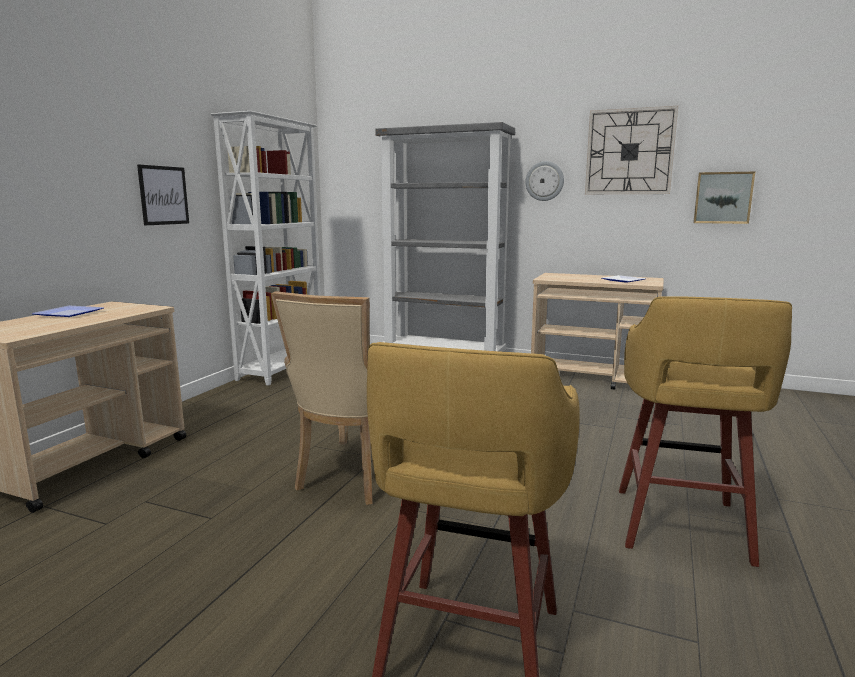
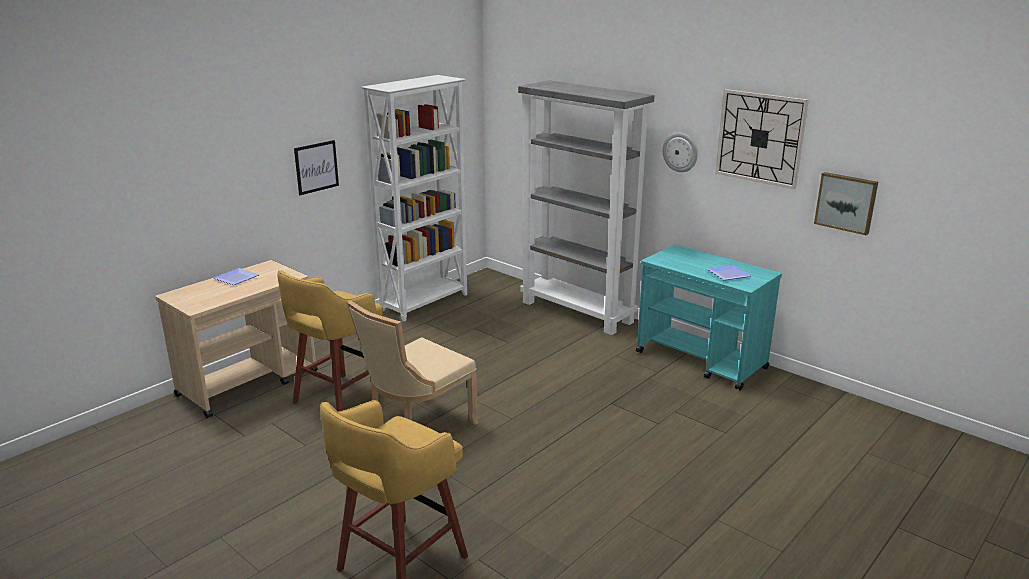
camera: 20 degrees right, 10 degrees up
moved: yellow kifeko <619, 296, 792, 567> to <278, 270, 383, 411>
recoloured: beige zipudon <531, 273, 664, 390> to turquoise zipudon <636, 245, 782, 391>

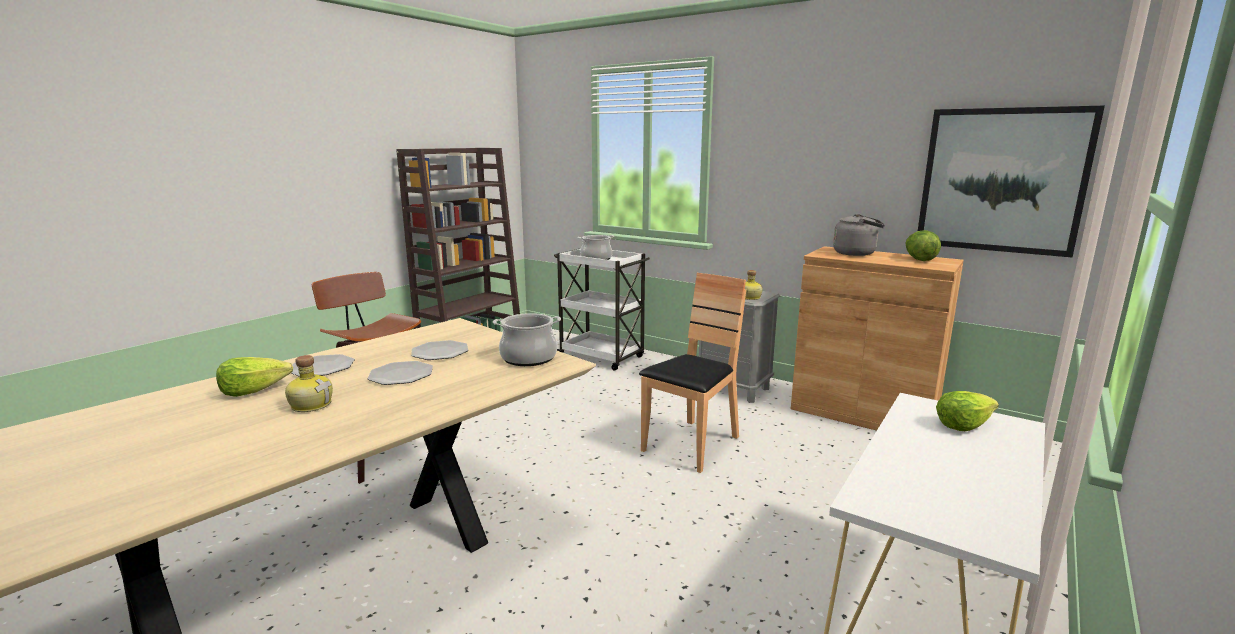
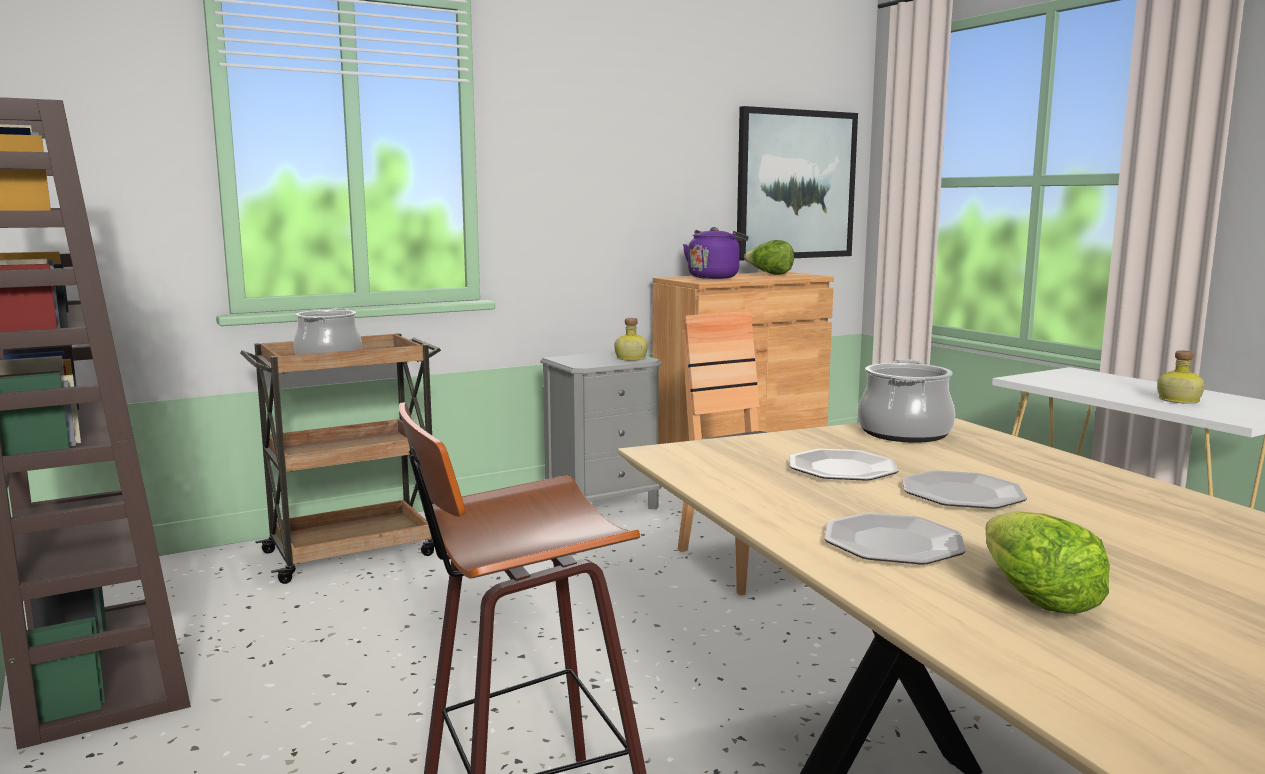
camera: 65 degrees left, 5 degrees down
removed: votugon <936, 391, 999, 431>
moved: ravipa <285, 355, 333, 412> to <1157, 350, 1205, 404>
recoloured: white zipudon <554, 249, 650, 371> to brown zipudon <240, 333, 441, 584>; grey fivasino <833, 214, 885, 256> to purple fivasino <683, 227, 749, 279>

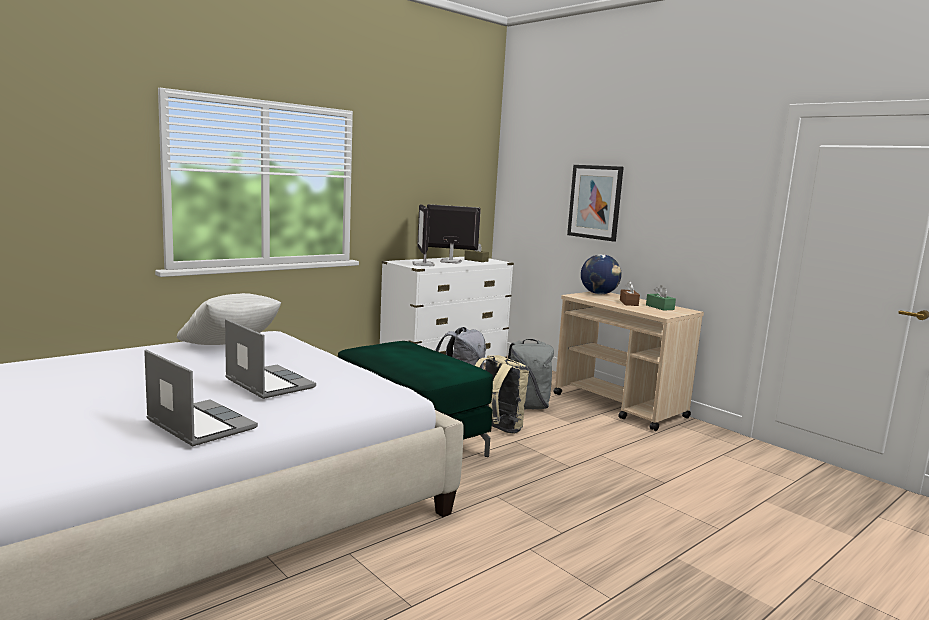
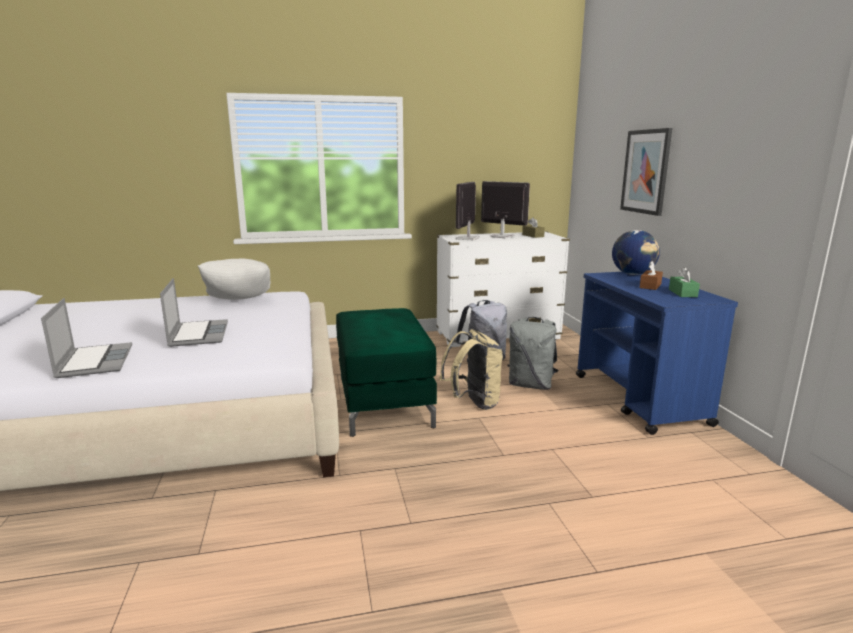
camera: 30 degrees right, 5 degrees up
recoloured: beige zipudon <553, 292, 704, 431> to blue zipudon <576, 272, 738, 435>

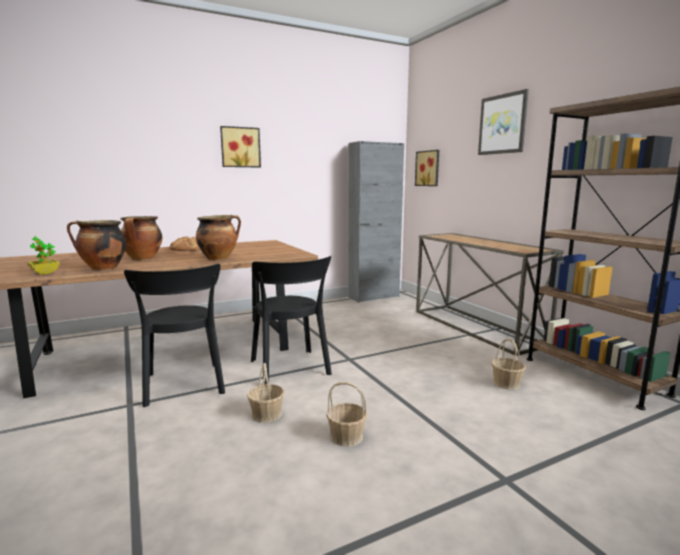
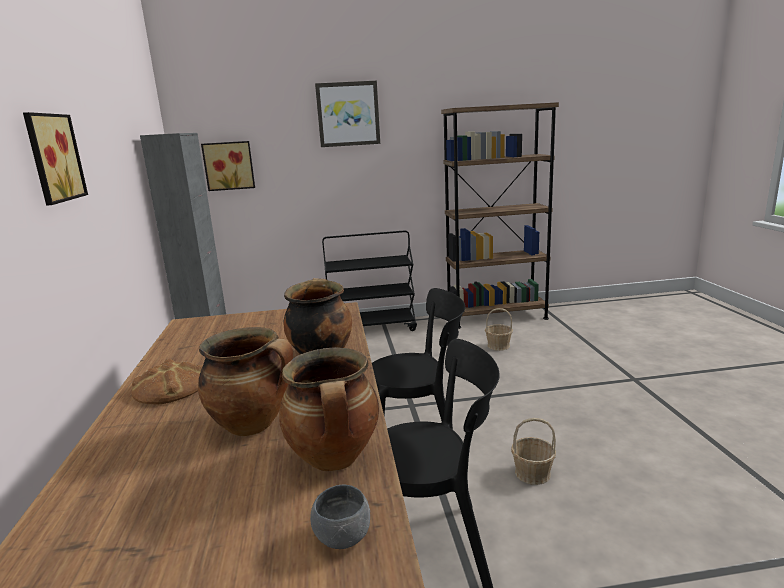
camera: 70 degrees left, 5 degrees up
removed: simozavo <326, 382, 367, 447>
replaced: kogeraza <27, 236, 60, 275> to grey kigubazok <310, 485, 370, 549>; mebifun <416, 233, 564, 356> to black zipudon <322, 230, 417, 331>

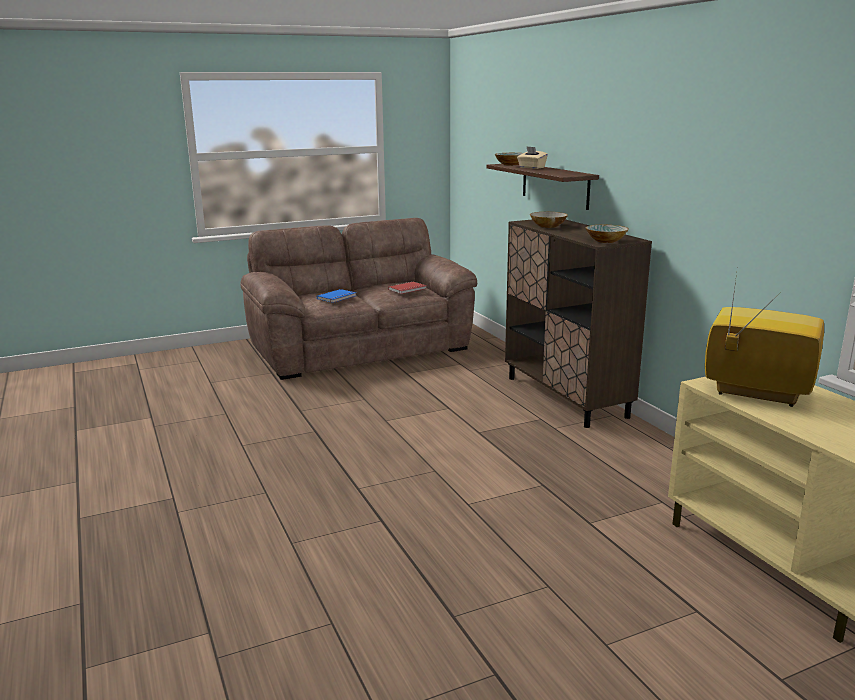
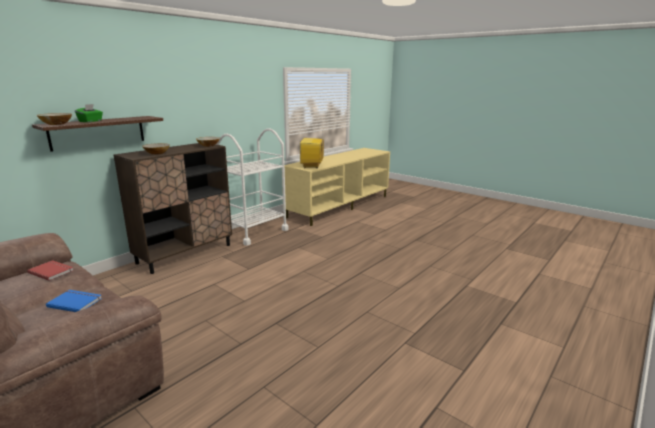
camera: 115 degrees left, 0 degrees up
added: white zipudon <216, 128, 289, 246>
recoloured: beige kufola <517, 146, 548, 169> to green kufola <75, 104, 103, 122>

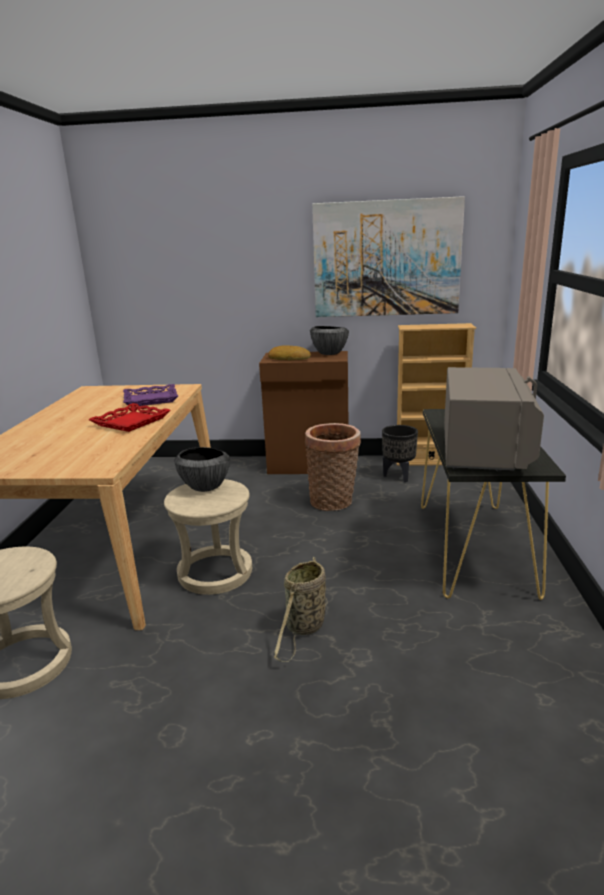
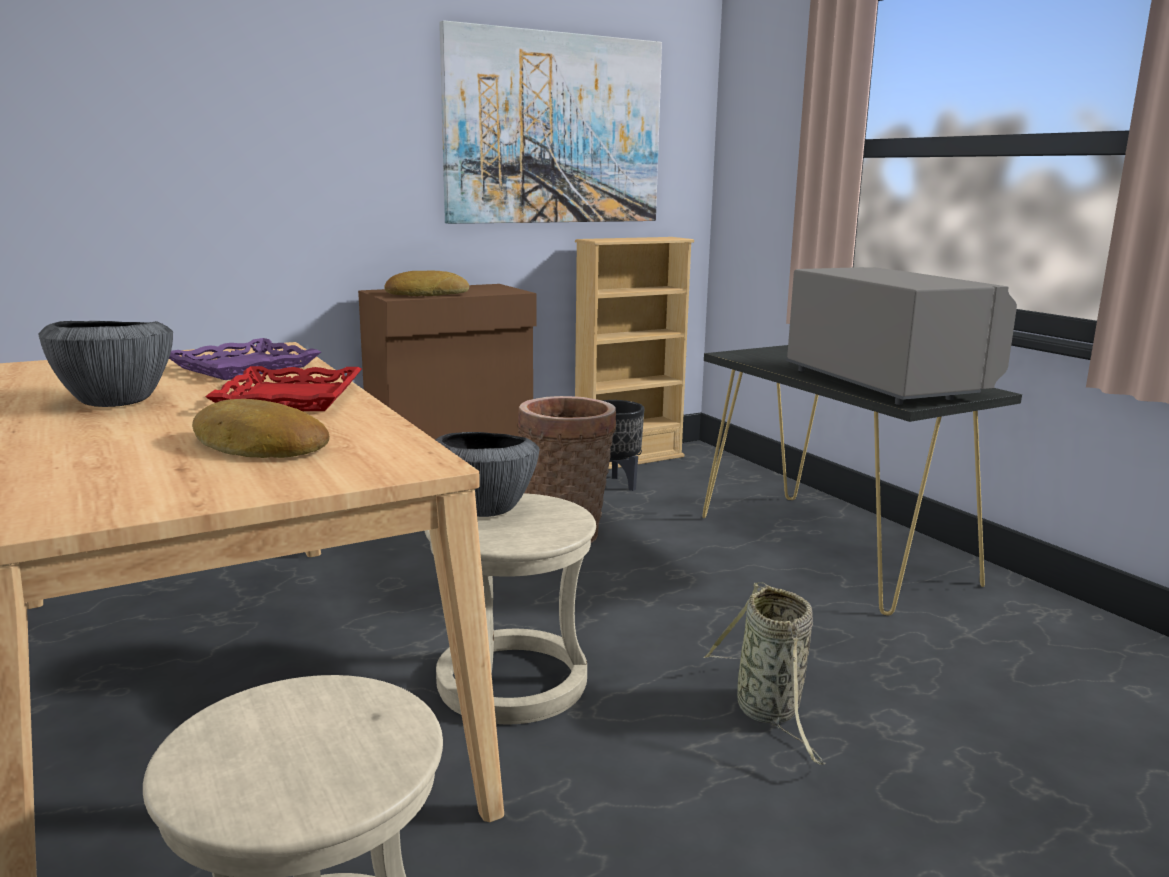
camera: 35 degrees left, 5 degrees down
added: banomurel <192, 399, 330, 458>
moved: kigubazok <310, 326, 349, 355> to <38, 321, 173, 407>

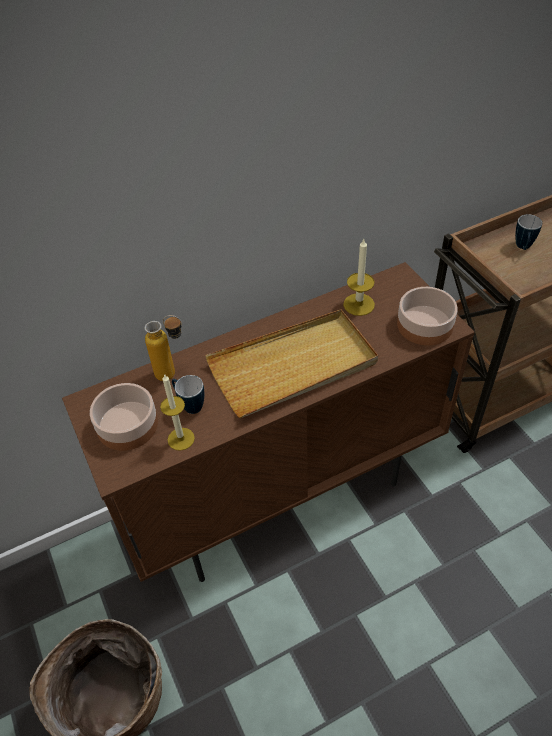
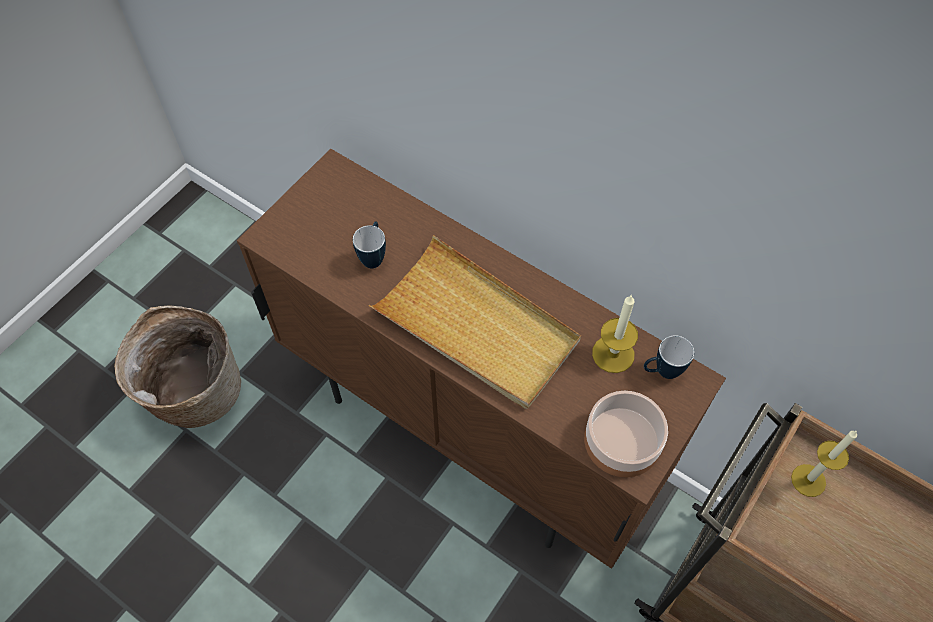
camera: 60 degrees right, 10 degrees up
removed: kigubazok <90, 383, 158, 451>; ravipa <145, 315, 182, 381>
moved: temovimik <160, 374, 195, 451> to <791, 431, 857, 497>; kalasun <515, 214, 542, 250> to <644, 335, 694, 379>

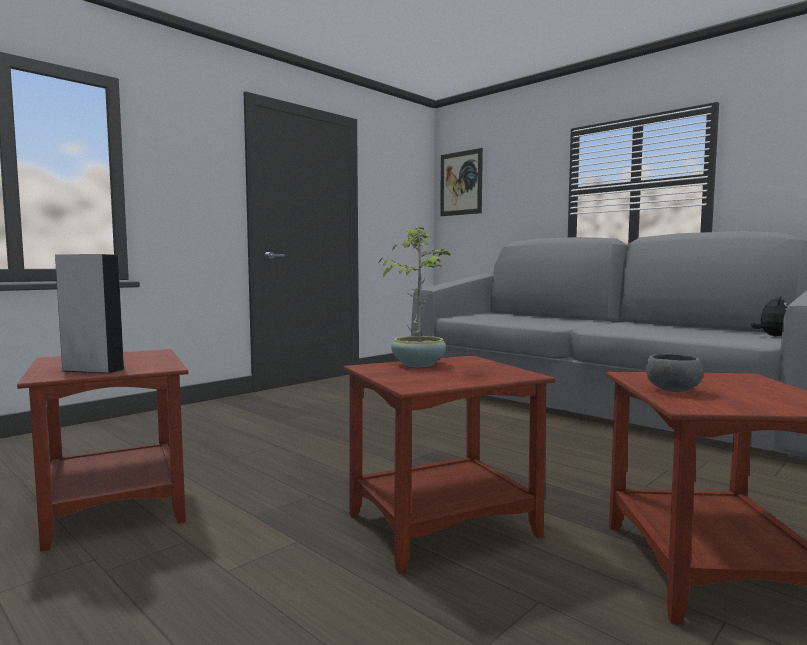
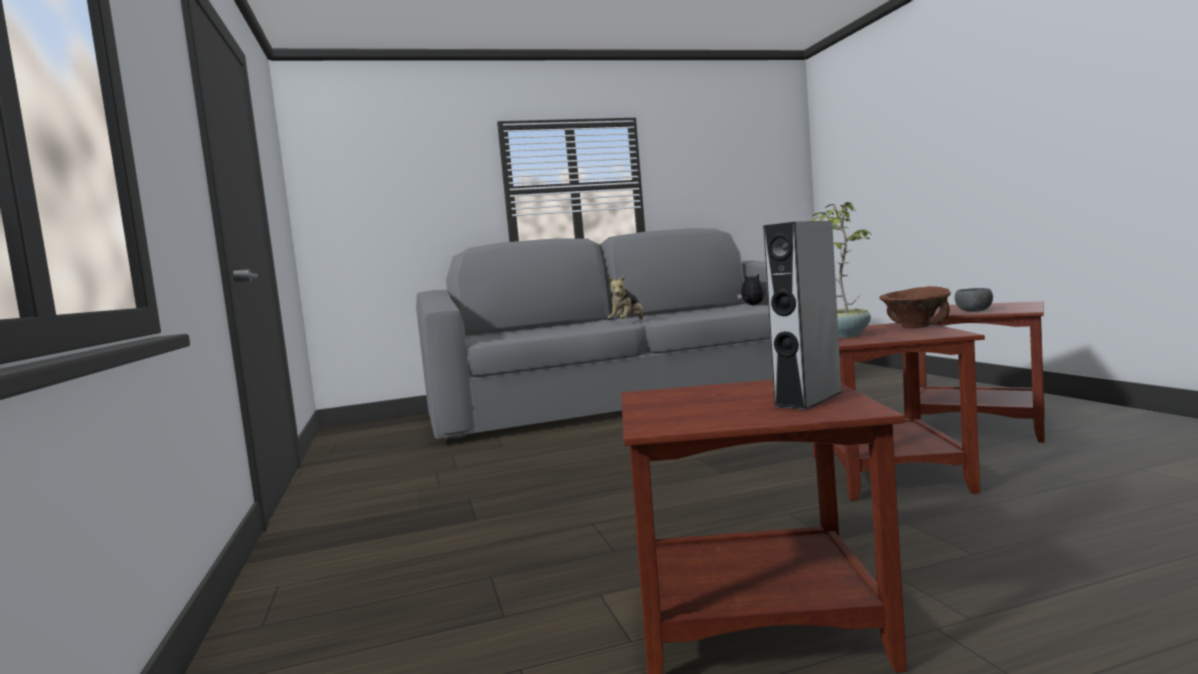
camera: 60 degrees left, 0 degrees up
removed: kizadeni <440, 148, 483, 216>
added: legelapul <608, 275, 643, 319>; brown kigubazok <879, 286, 951, 328>

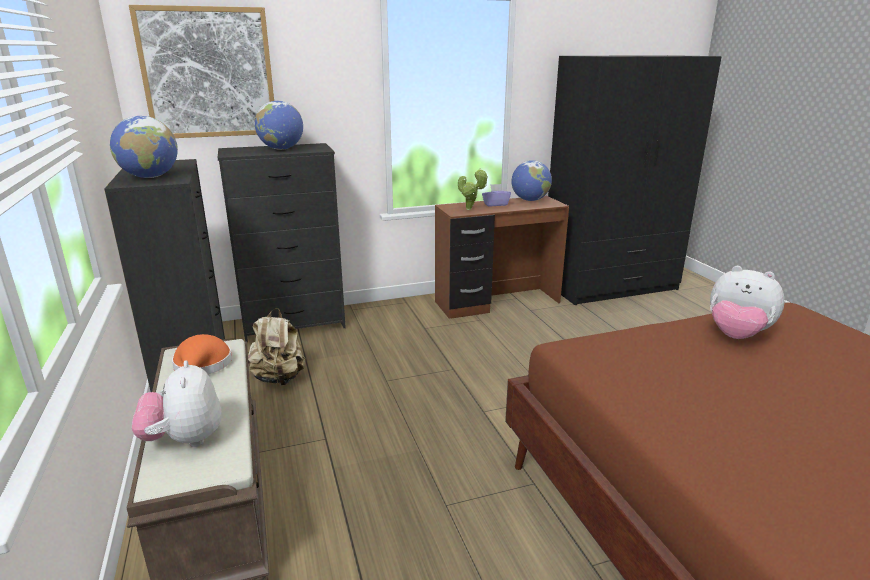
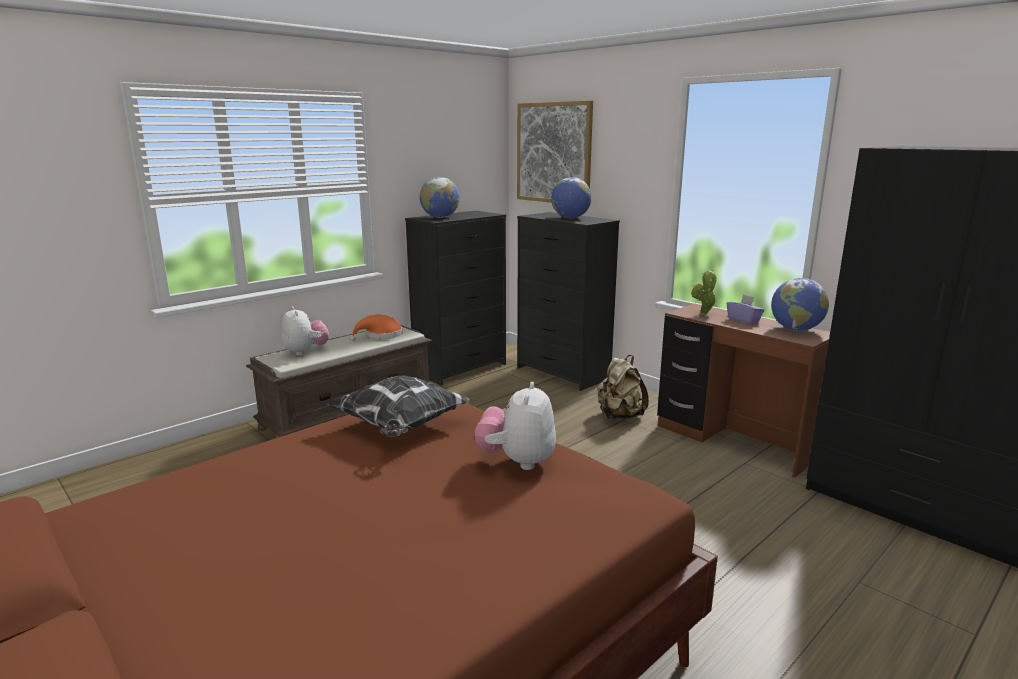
camera: 65 degrees right, 5 degrees down
added: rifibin <327, 375, 471, 437>
moved: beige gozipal <248, 308, 305, 386> to <597, 355, 649, 420>
turned: legelapul <132, 360, 222, 447> = <281, 306, 329, 356> 105 degrees clockwise

